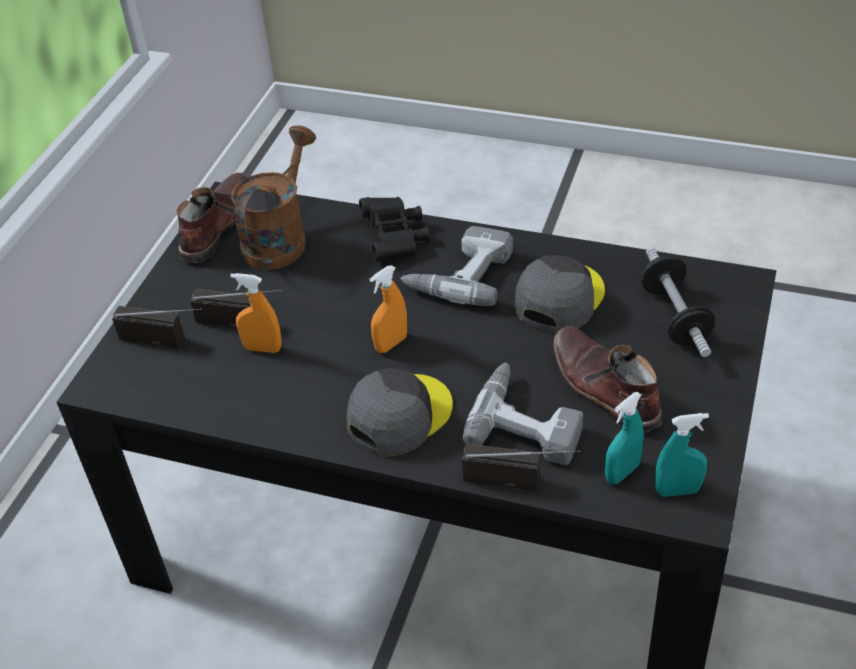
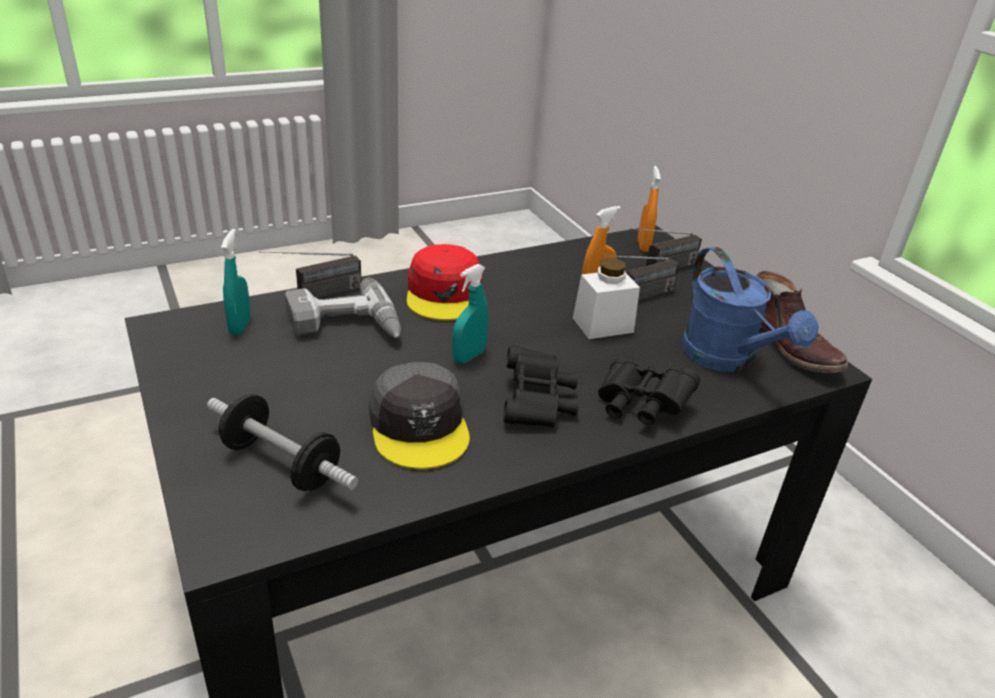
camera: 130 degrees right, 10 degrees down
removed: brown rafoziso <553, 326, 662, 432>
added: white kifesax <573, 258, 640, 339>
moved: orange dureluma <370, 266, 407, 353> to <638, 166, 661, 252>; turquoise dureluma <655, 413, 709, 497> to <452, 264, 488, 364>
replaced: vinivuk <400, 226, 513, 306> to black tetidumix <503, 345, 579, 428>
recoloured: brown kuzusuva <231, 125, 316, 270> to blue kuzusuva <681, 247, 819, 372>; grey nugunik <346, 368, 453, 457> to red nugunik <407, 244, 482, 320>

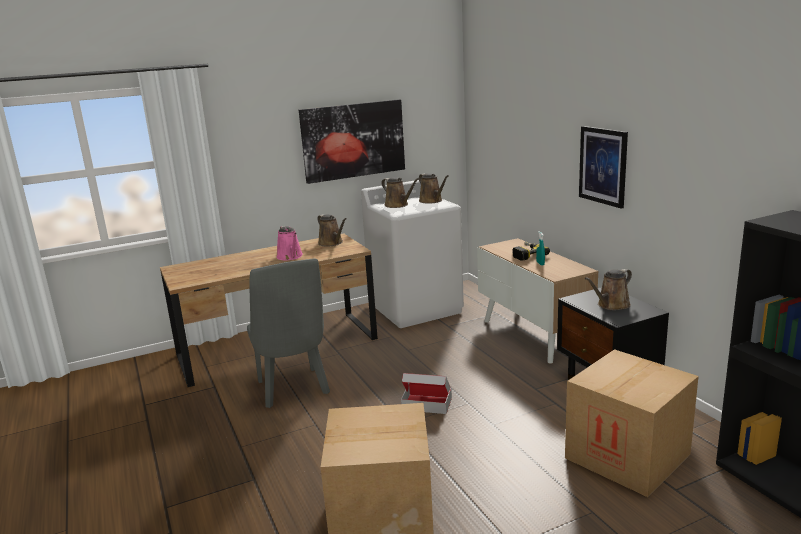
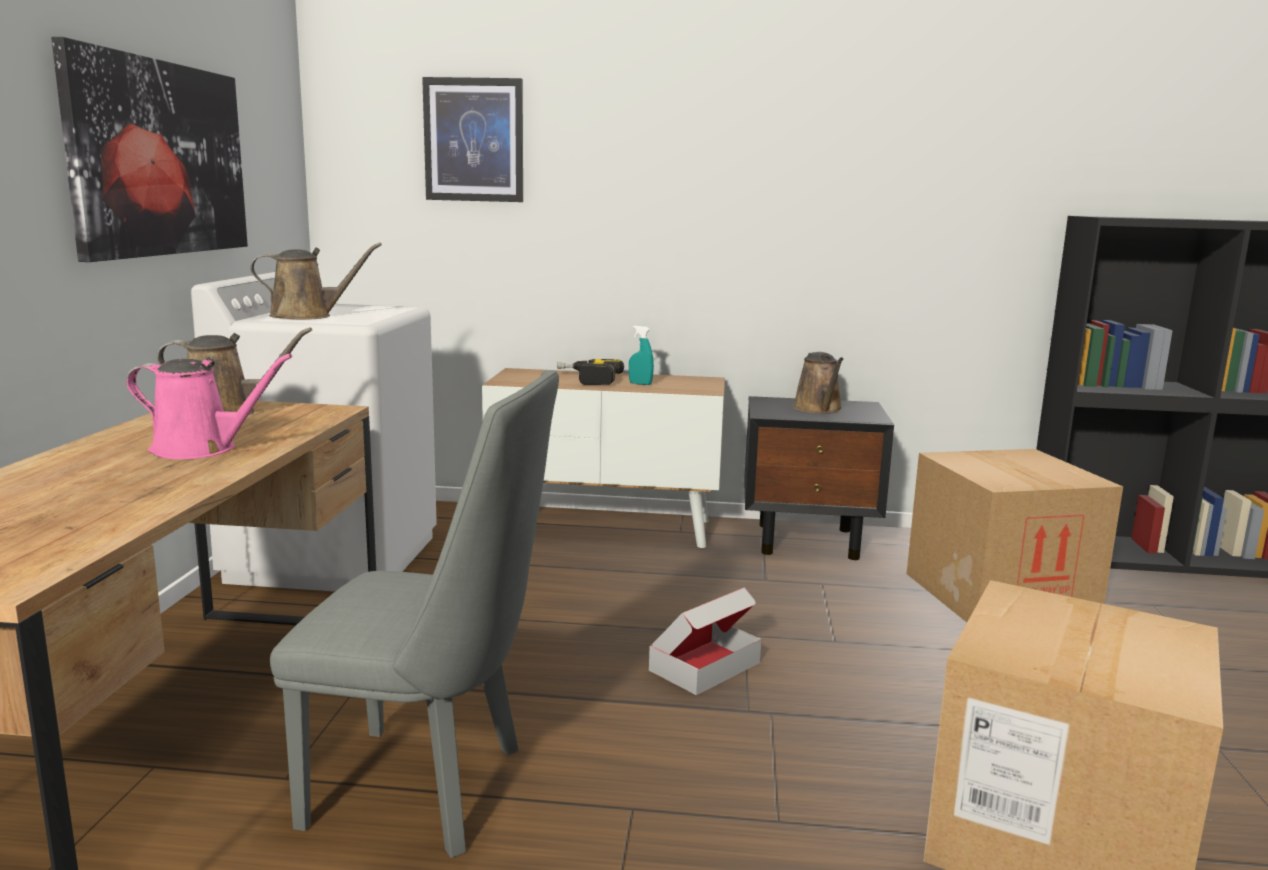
camera: 60 degrees left, 5 degrees down
removed: brown kuzusuva <419, 173, 449, 204>
moved: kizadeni <579, 126, 628, 209> to <422, 77, 523, 202>

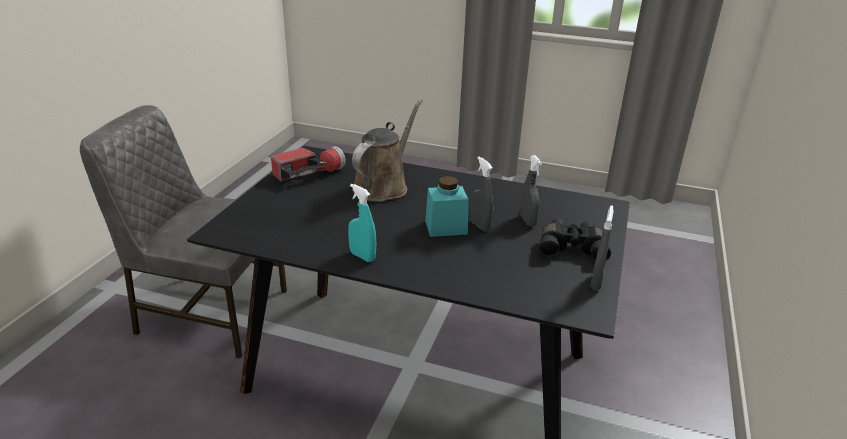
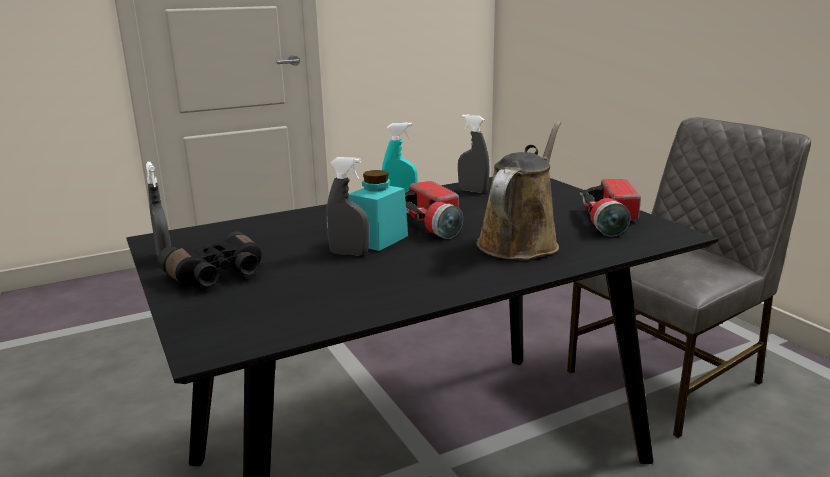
camera: 135 degrees right, 10 degrees down
added: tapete <405, 181, 463, 239>
moved: grey dureluma <520, 155, 542, 227> to <458, 114, 490, 193>
turned: brown kuzusuva <352, 99, 423, 202> = <477, 121, 561, 260> 135 degrees counterclockwise

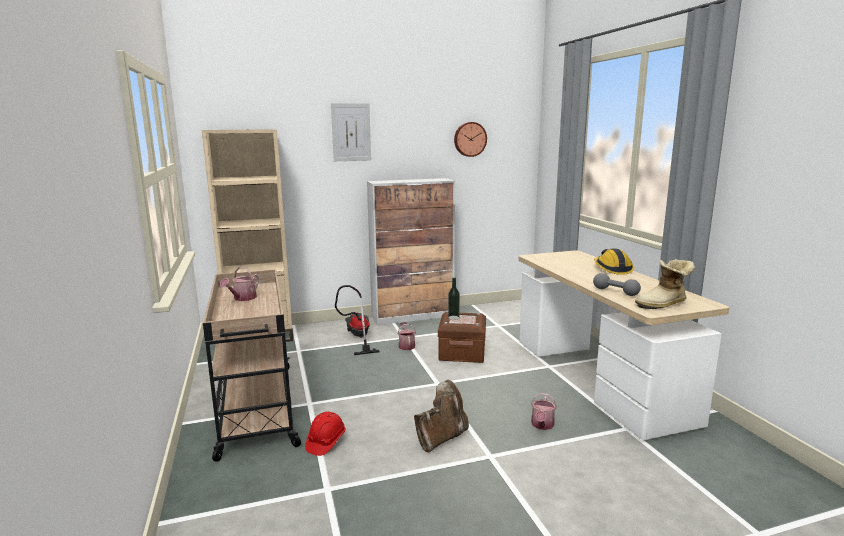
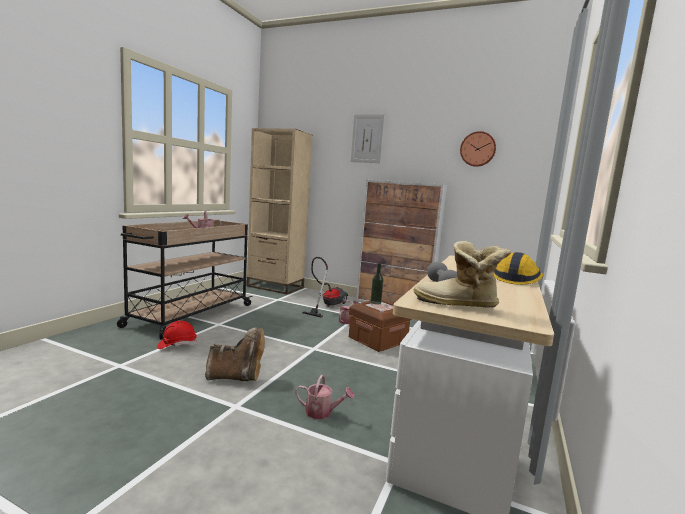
camera: 40 degrees right, 5 degrees down
turned: kuzusuva <531, 393, 557, 430> = <295, 375, 354, 419> 135 degrees counterclockwise

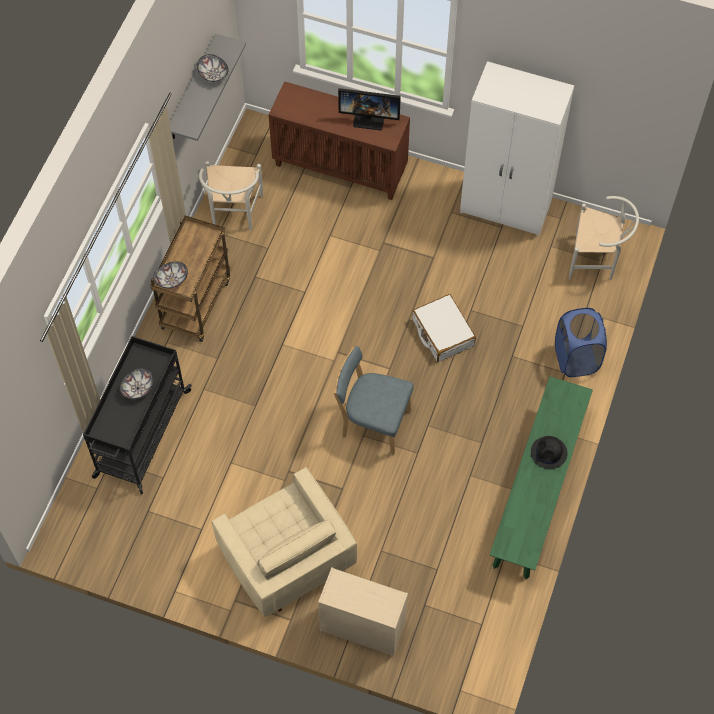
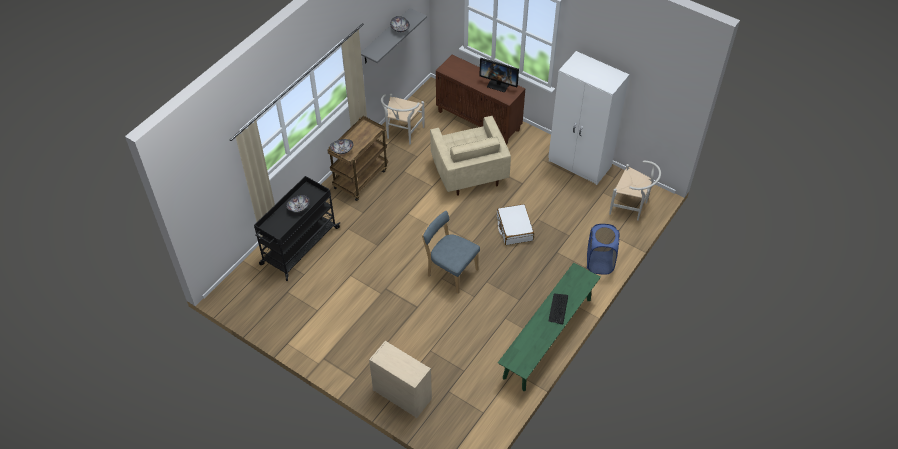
camera: 15 degrees right, 10 degrees down
moved: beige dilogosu <211, 467, 357, 617> to <430, 116, 511, 196>
replaced: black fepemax <531, 436, 567, 469> to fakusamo <548, 293, 568, 325>

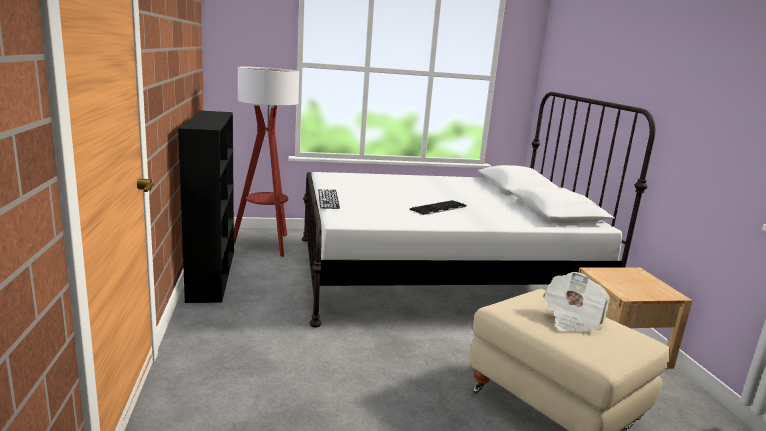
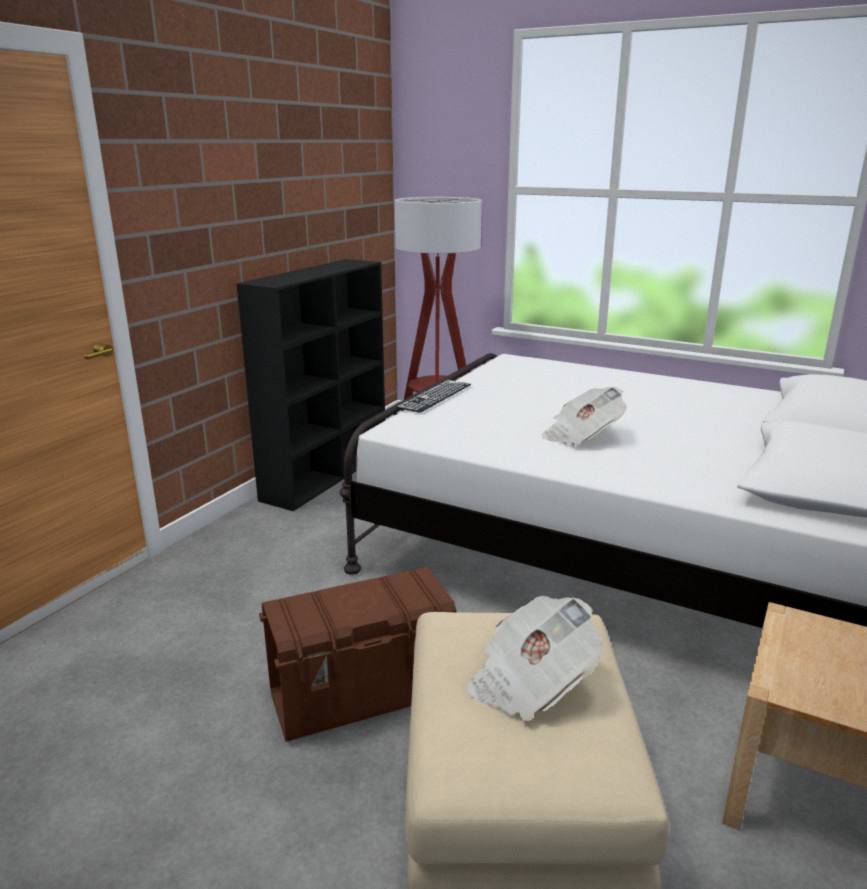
camera: 40 degrees right, 5 degrees up
added: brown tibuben <259, 567, 456, 742>
replaced: fakusamo <410, 200, 466, 215> to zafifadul <542, 387, 627, 446>

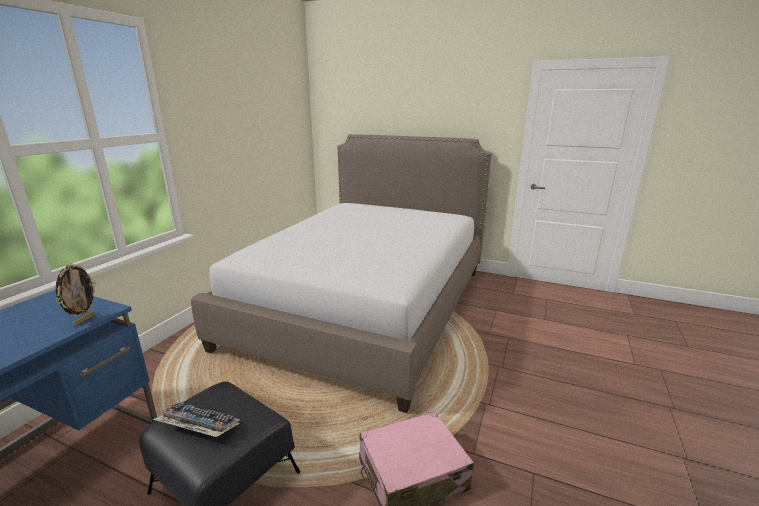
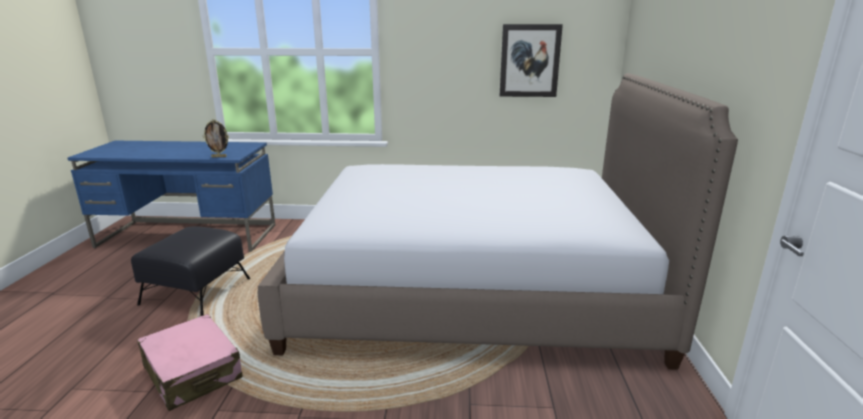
camera: 70 degrees right, 0 degrees up
removed: fakusamo <153, 402, 240, 437>
added: kizadeni <500, 24, 563, 97>

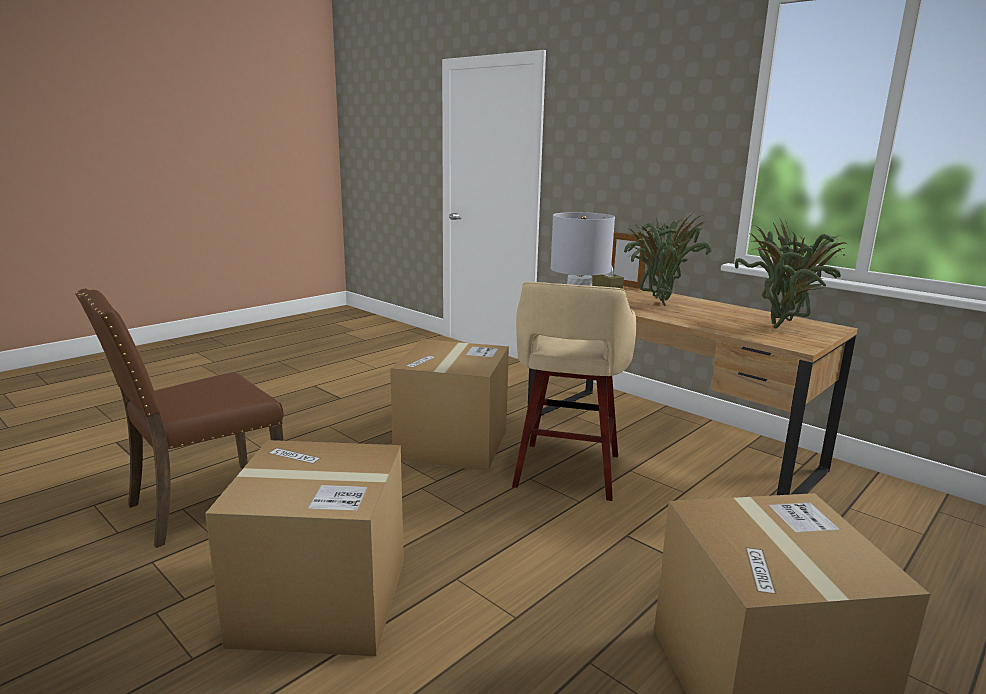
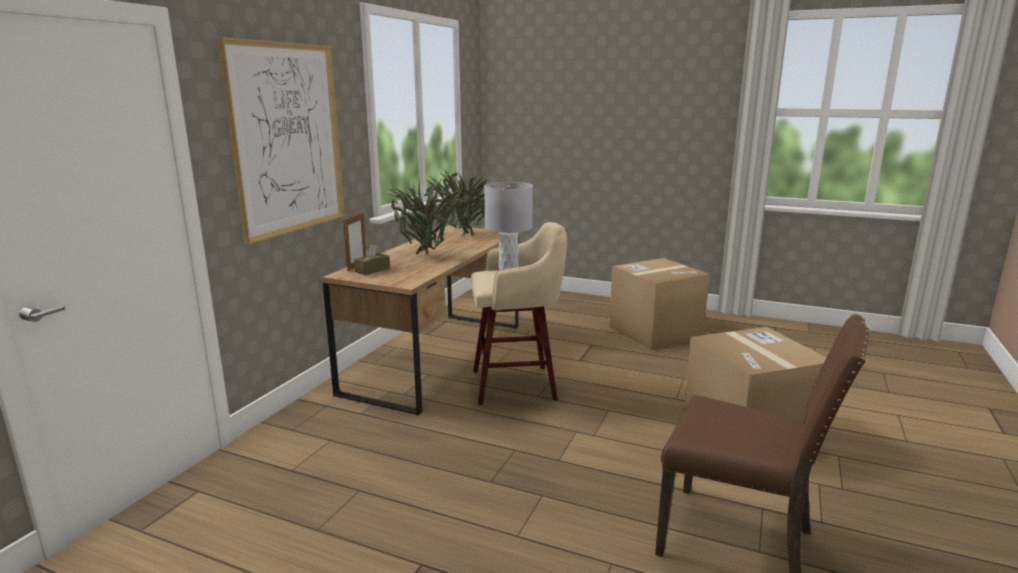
camera: 110 degrees left, 0 degrees up
removed: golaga <390, 339, 509, 471>
added: kizadeni <218, 37, 345, 244>

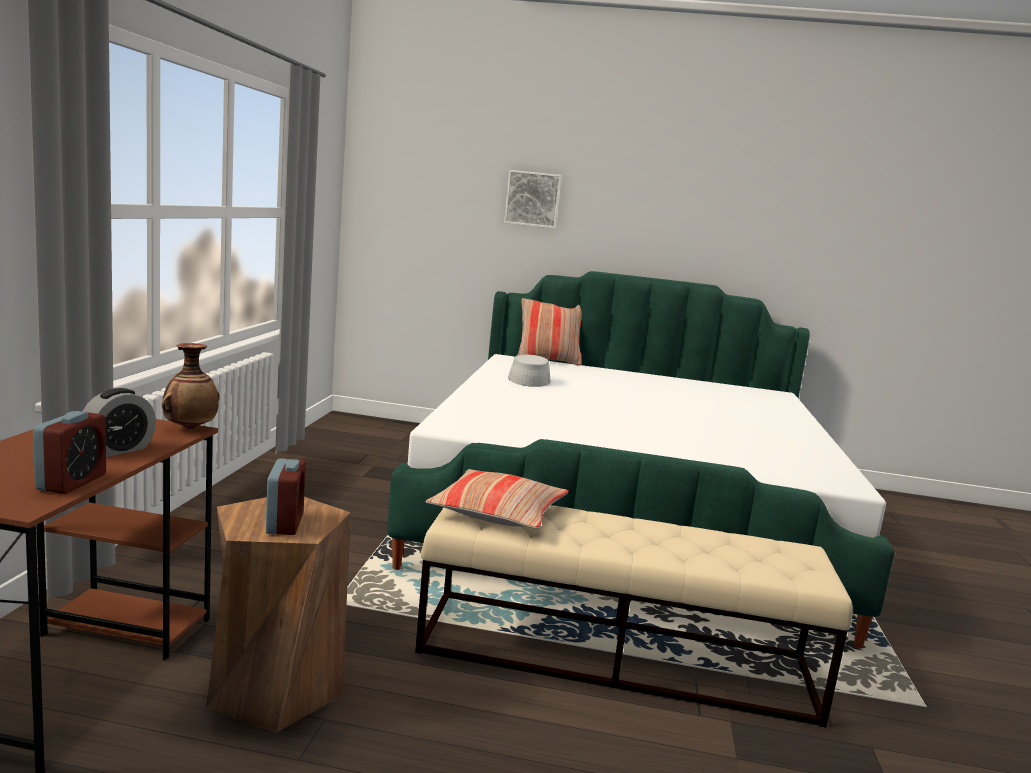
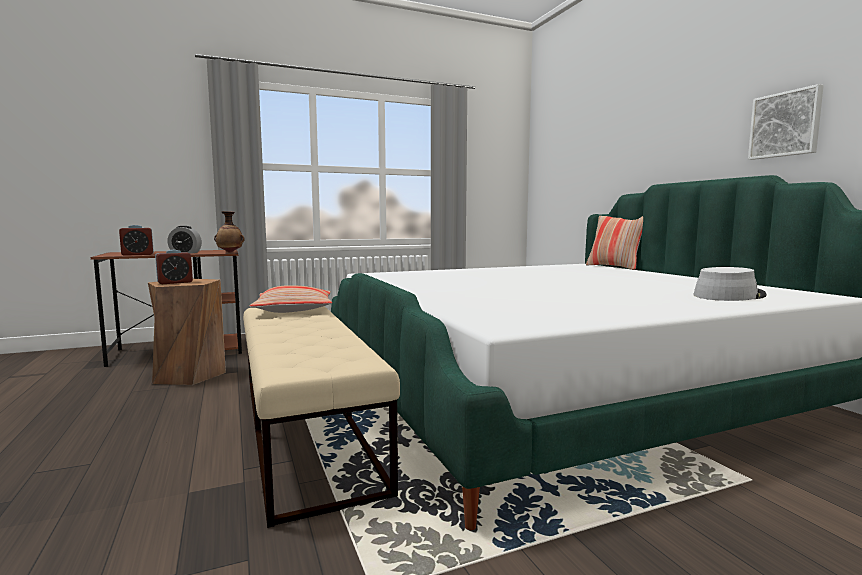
camera: 60 degrees right, 5 degrees down
moved: kizadeni <504, 170, 562, 229> to <748, 84, 824, 160>; grey fepemax <508, 354, 551, 387> to <693, 267, 767, 301>

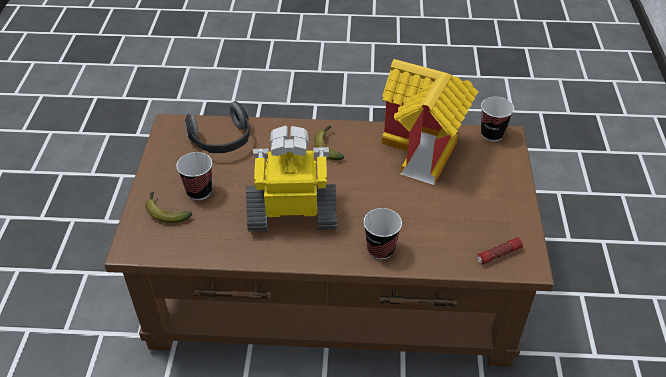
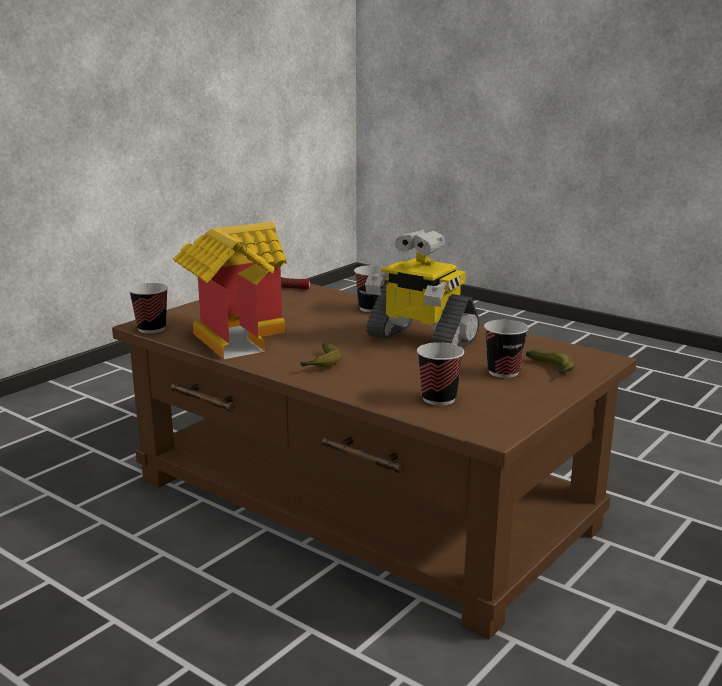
camera: 145 degrees left, 25 degrees down
replaced: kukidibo <184, 101, 250, 153> to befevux <417, 342, 464, 406>

